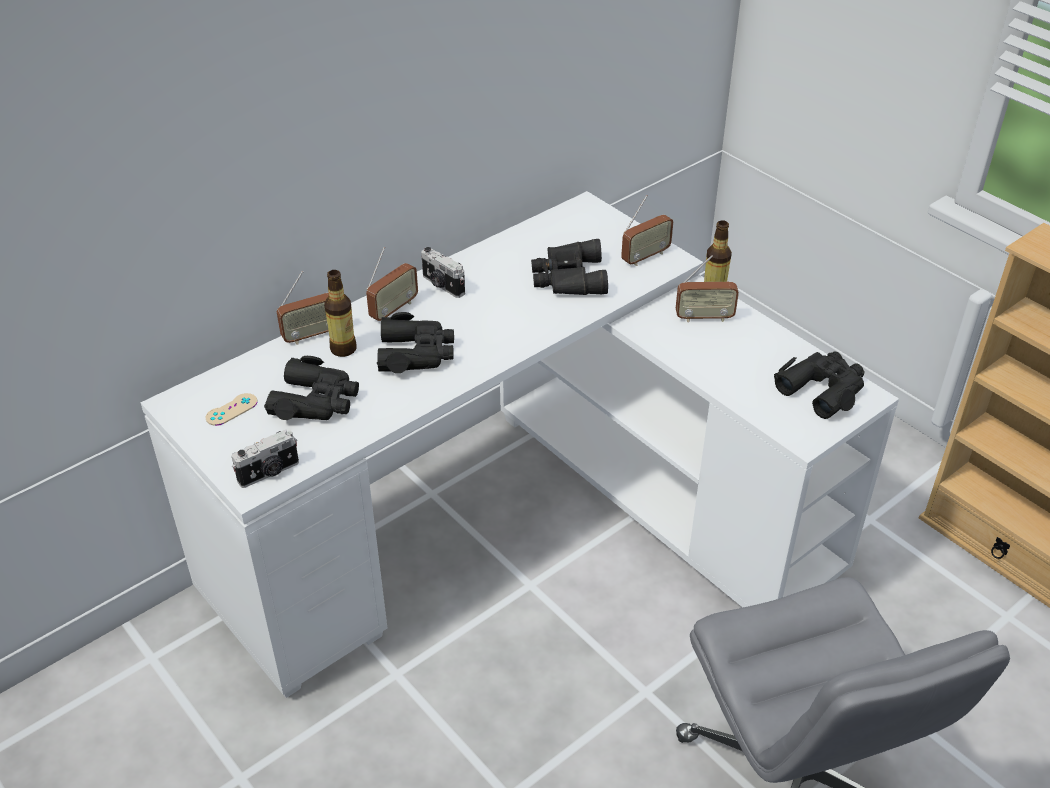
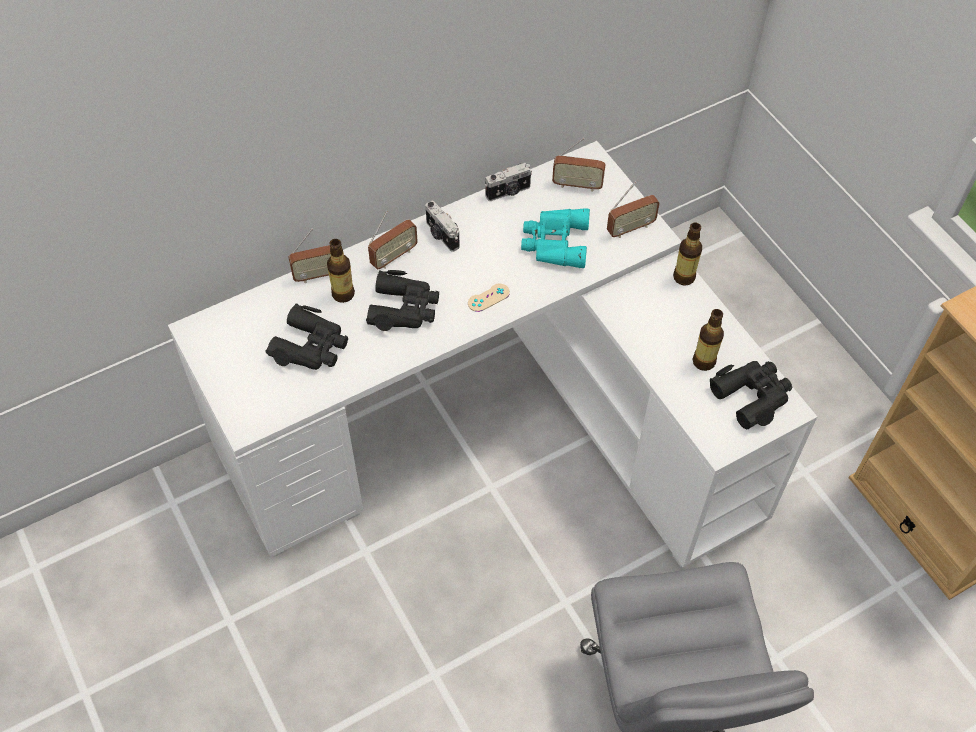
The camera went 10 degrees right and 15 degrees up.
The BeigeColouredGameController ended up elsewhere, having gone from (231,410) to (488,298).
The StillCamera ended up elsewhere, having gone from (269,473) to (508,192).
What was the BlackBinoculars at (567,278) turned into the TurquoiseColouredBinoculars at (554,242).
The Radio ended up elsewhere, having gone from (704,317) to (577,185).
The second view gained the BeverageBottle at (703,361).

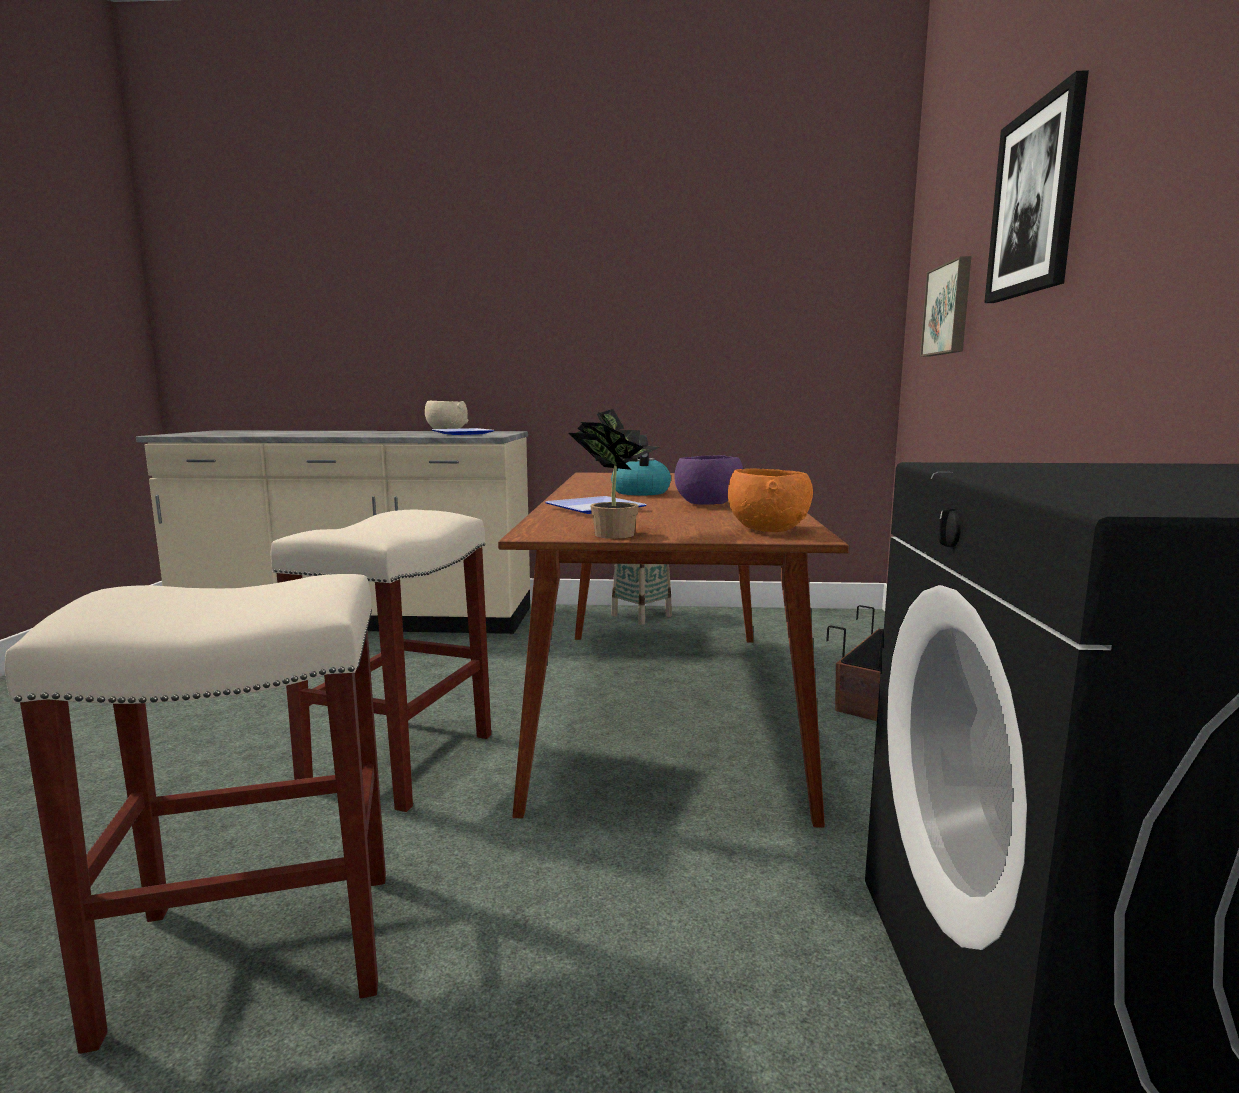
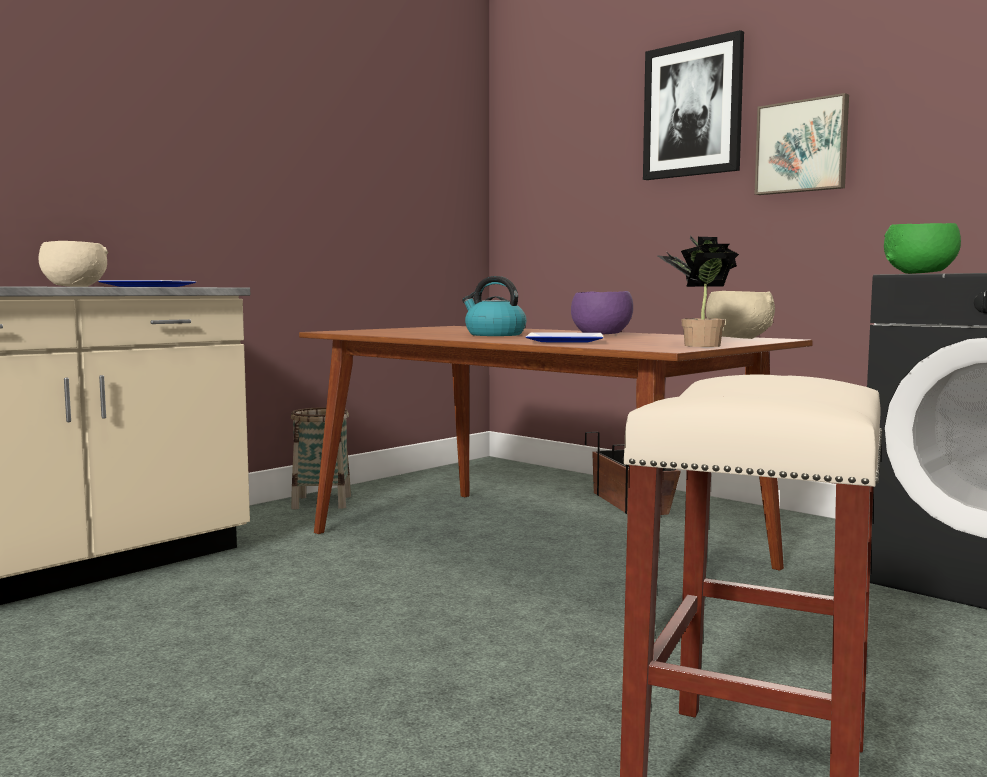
The camera went 50 degrees left and 5 degrees down.
What was the OrangeyBowl at (768,529) turned into the BeigeColouredBowl at (738,339).
The WallPicture ended up elsewhere, having gone from (949,309) to (802,147).
The second view gained the GreenishBowl at (921,273).
The second view lost the BeigeColouredStoolSeat at (401,759).

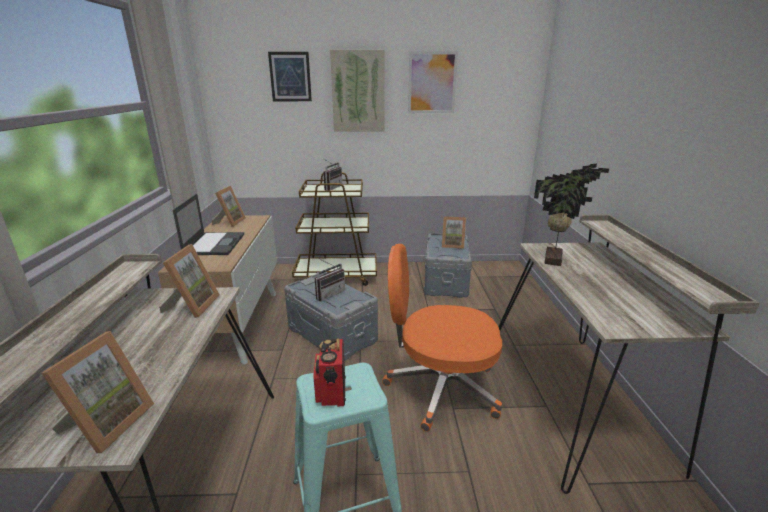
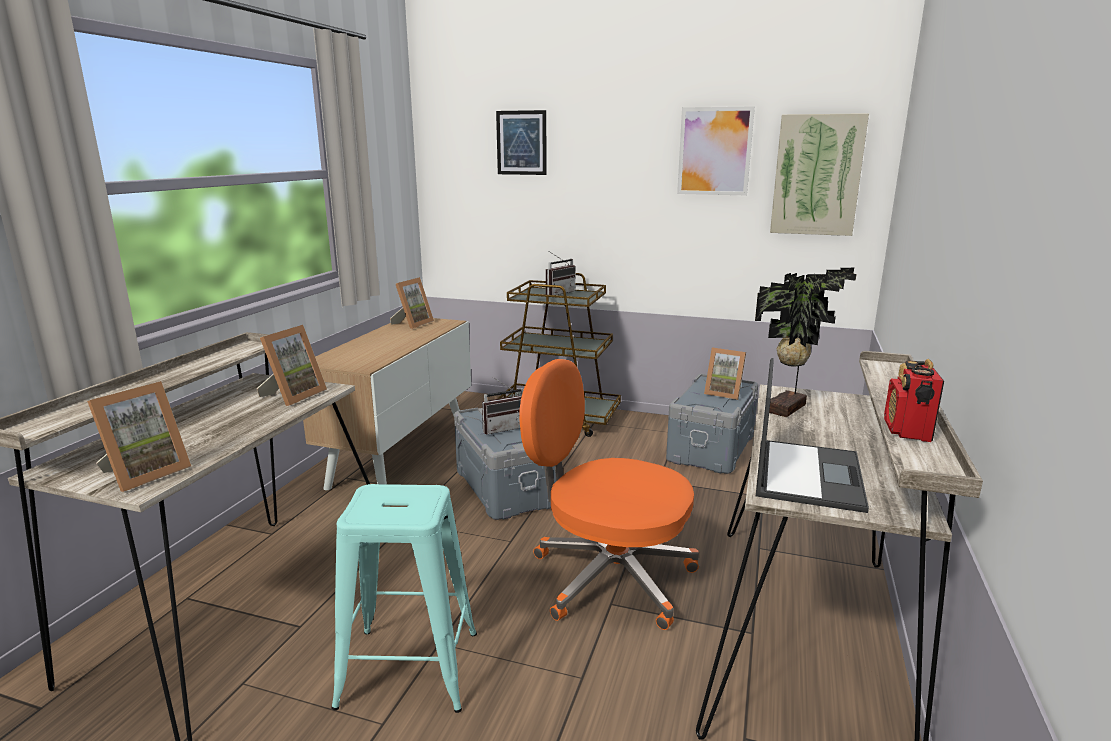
The camera went 20 degrees right and 5 degrees down.
The PortableComputer ended up elsewhere, having gone from (214,244) to (807,474).
The WallPicture ended up elsewhere, having gone from (358,91) to (817,175).
The Radio ended up elsewhere, having gone from (331,393) to (907,431).

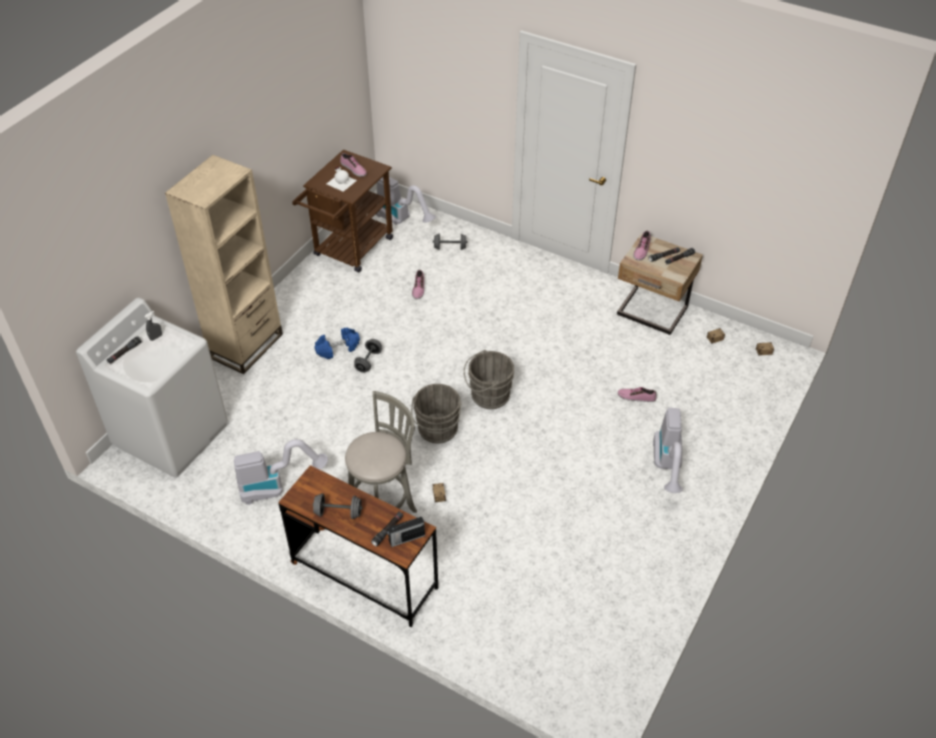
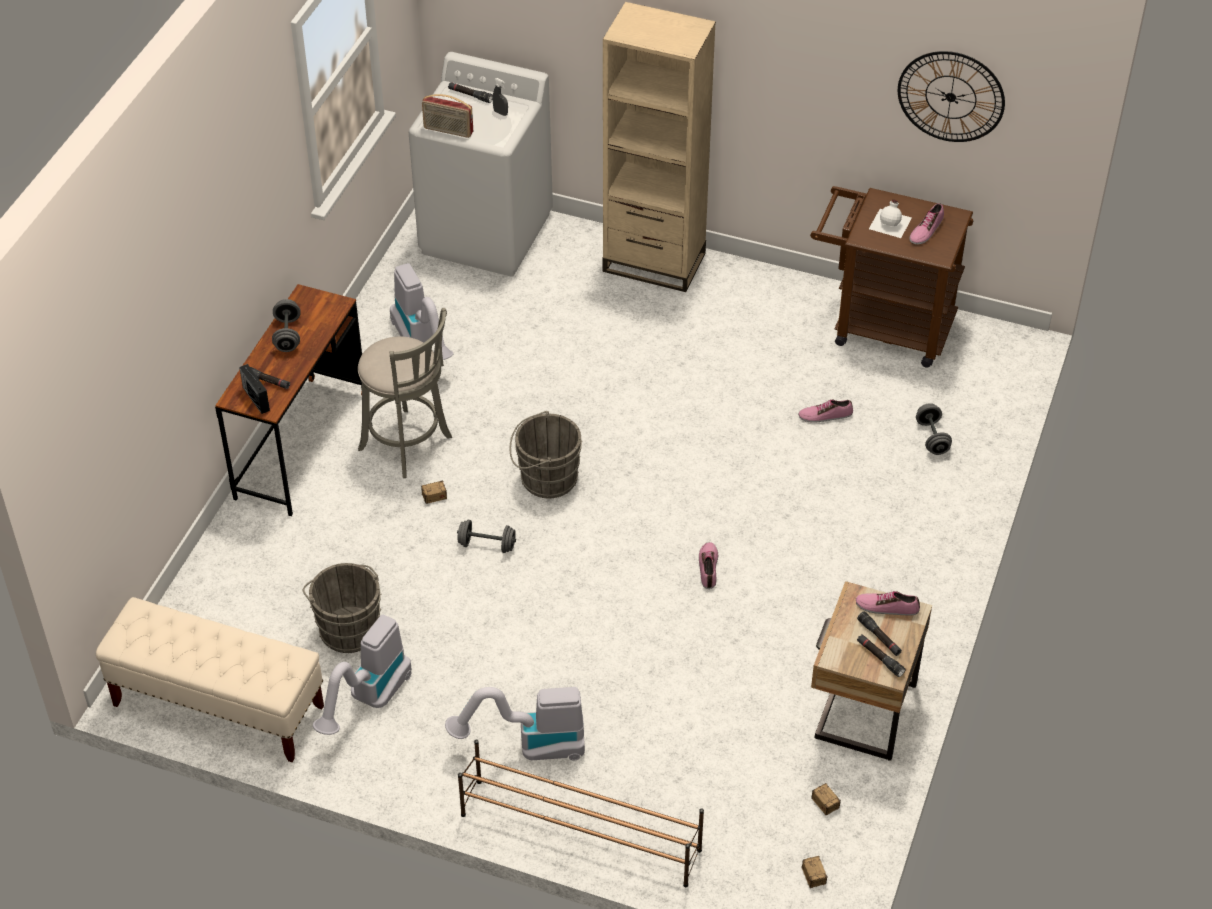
The camera went 80 degrees right and 0 degrees up.
The second view gained the BeigeColouredBench at (218,706).
The GreyishBucket ended up elsewhere, having gone from (488,395) to (348,627).
The Vacuum ended up elsewhere, having gone from (402,220) to (368,701).
The second view gained the Radio at (448,131).
The GreyishDumbbell ended up elsewhere, having gone from (368,361) to (487,545).
The second view gained the BrownShoeRack at (579,831).
The Shoe ended up elsewhere, having gone from (636,397) to (709,567).
The second view gained the HangingClock at (951,96).
The second view lost the BluishDumbbell at (338,349).

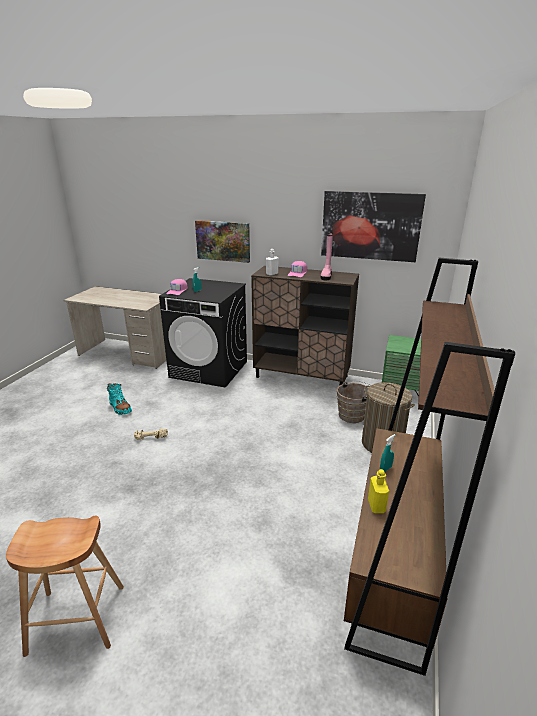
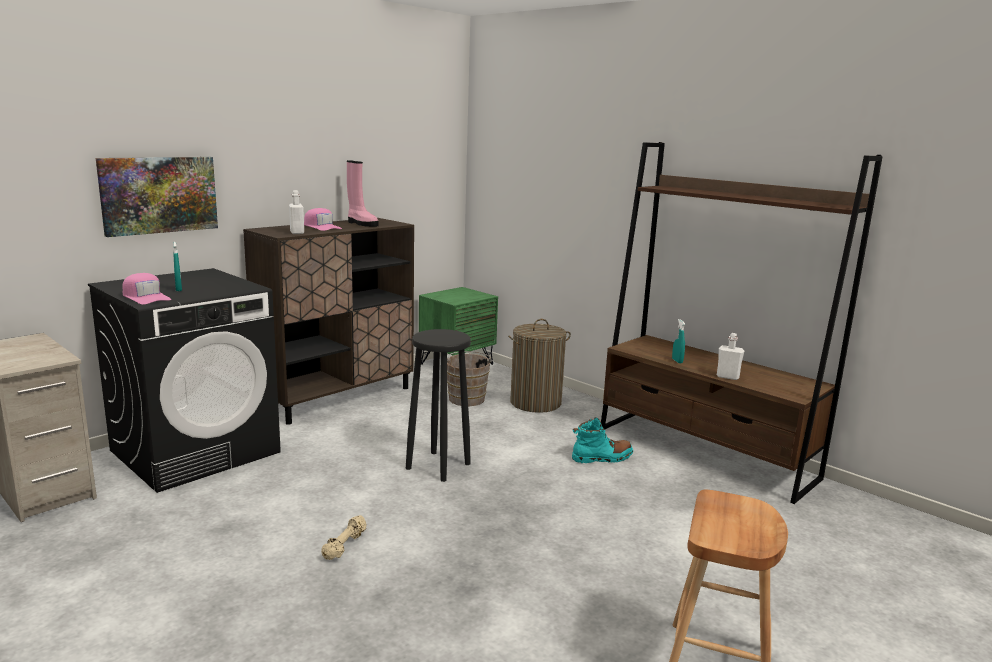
The camera went 65 degrees left and 10 degrees down.
The second view gained the BlackStoolSeat at (439,466).
The TurquoiseColouredTallBoot ended up elsewhere, having gone from (120,408) to (602,458).
What was the YellowColouredBeverageBottle at (376,506) turned into the WhiteBeverageBottle at (727,377).
The second view lost the WallPicture at (370,226).

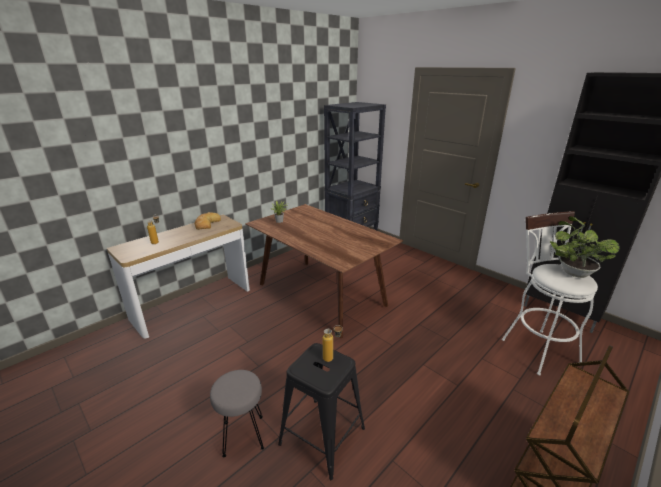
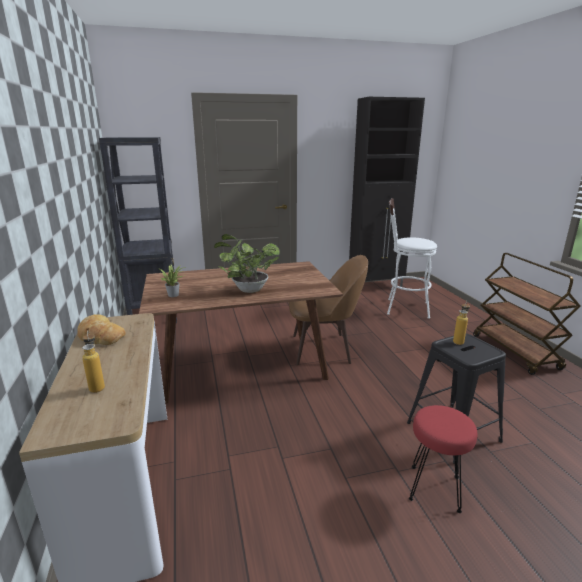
The camera went 60 degrees left and 5 degrees down.
The PottedPlant ended up elsewhere, having gone from (573,272) to (247,290).
The second view gained the BrownUprightChair at (324,349).
What was the GreyishStoolSeat at (242,435) turned into the RedStoolSeat at (434,489).

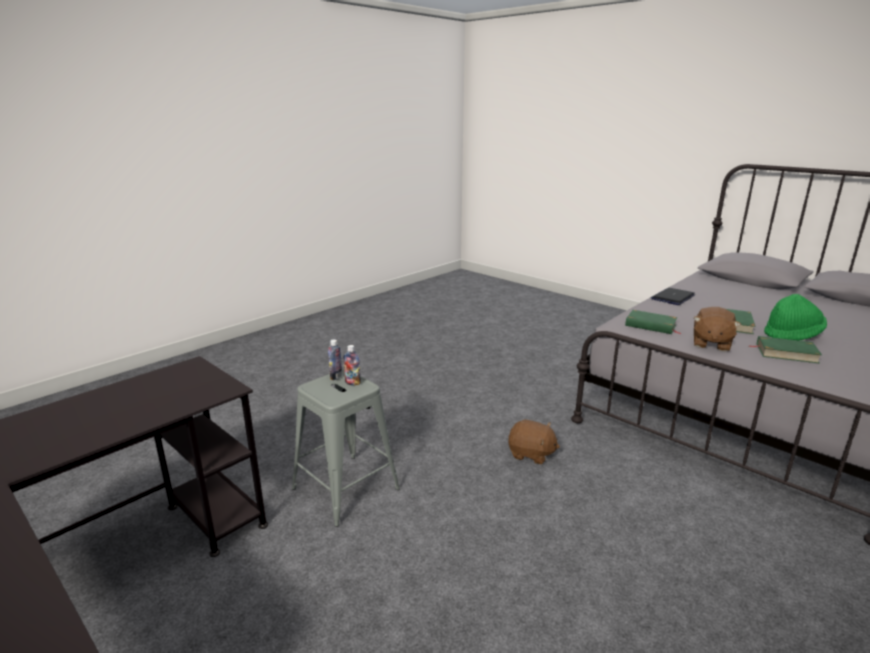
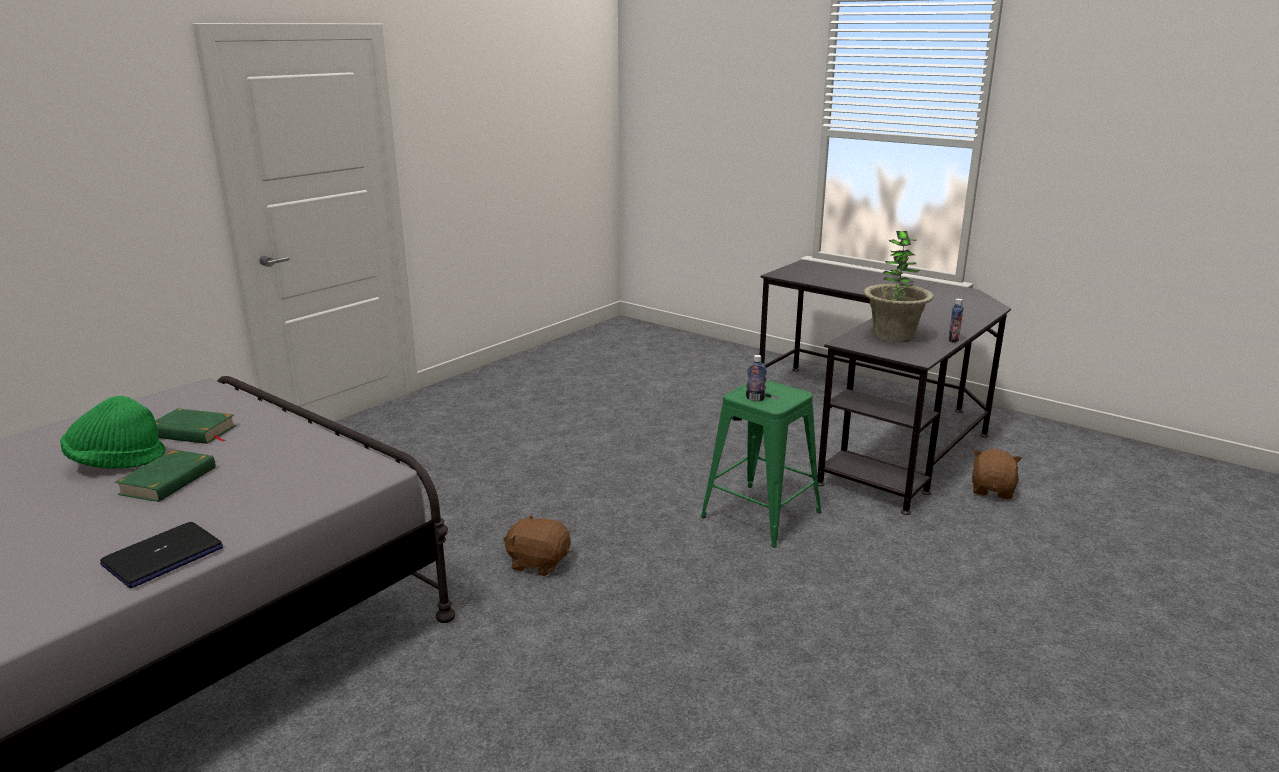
The camera went 175 degrees right and 0 degrees up.
What was the GreyishStoolSeat at (345,489) turned into the GreenishStoolSeat at (761,515).
The second view gained the PottedPlant at (893,336).
The BeverageBottle ended up elsewhere, having gone from (336,377) to (953,340).
The BrownSoftToy ended up elsewhere, having gone from (711,343) to (992,490).
The second view lost the GreenishVolume at (651,325).

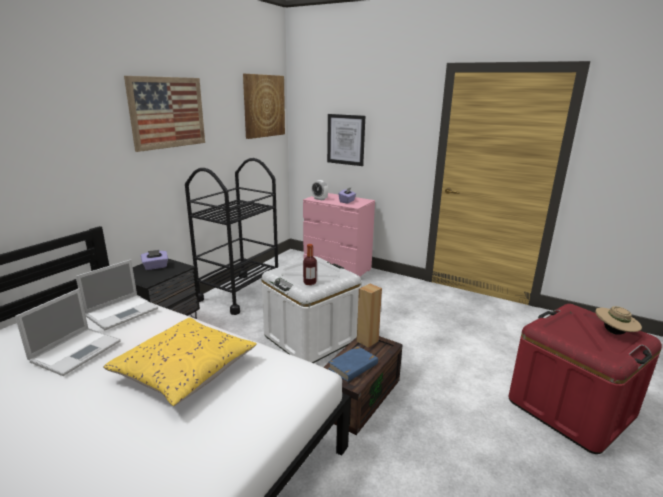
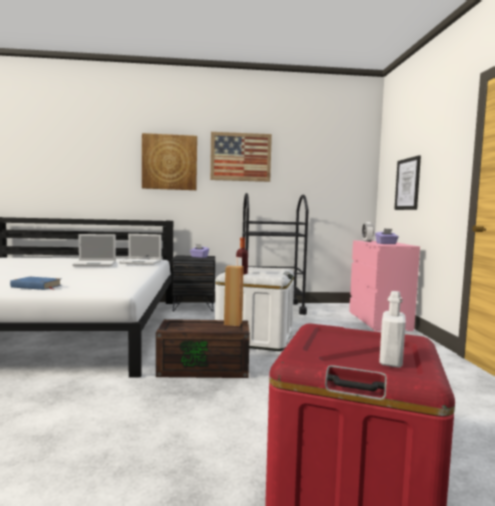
The camera went 55 degrees right and 15 degrees down.
The BluishVolume ended up elsewhere, having gone from (353,366) to (36,286).
The WallPicture ended up elsewhere, having gone from (264,106) to (169,162).
Where the BeigeColouredHat stood at (614,333), the WhiteBeverageBottle came to stand at (391,361).
The second view lost the YellowColouredThrowPillow at (185,371).

